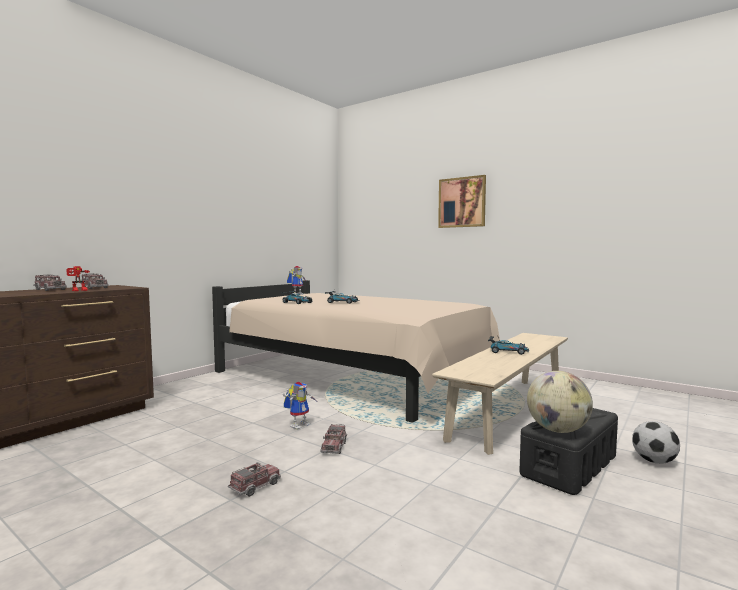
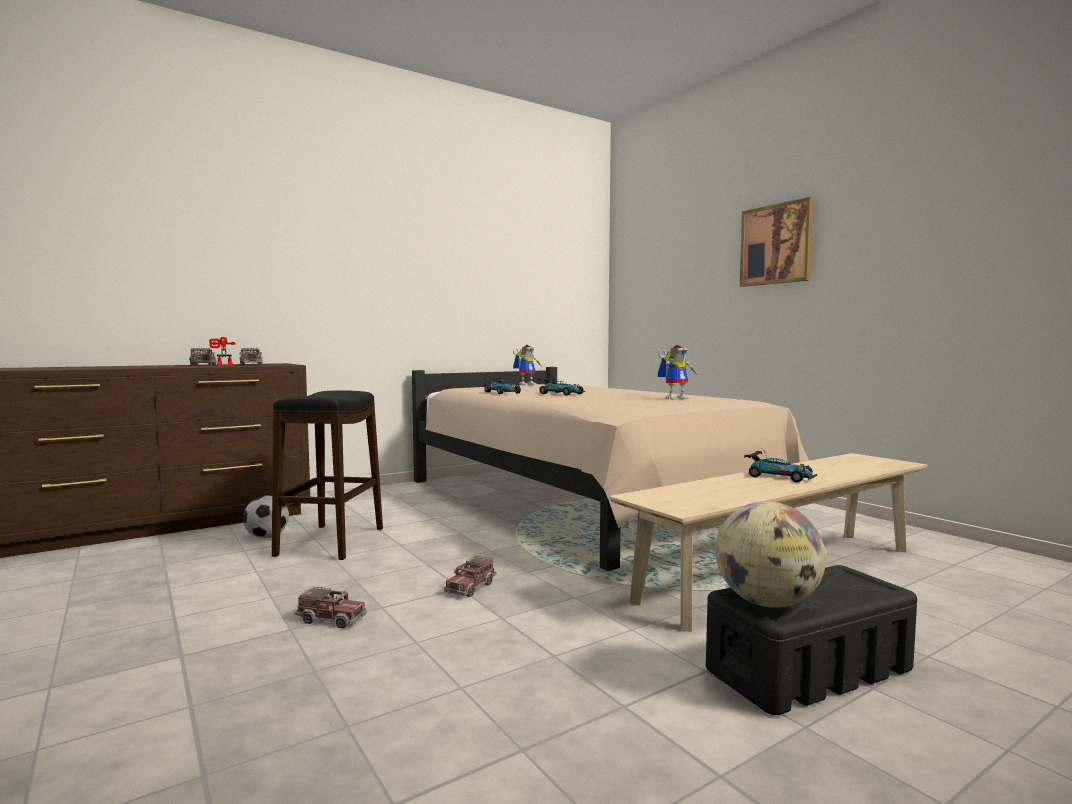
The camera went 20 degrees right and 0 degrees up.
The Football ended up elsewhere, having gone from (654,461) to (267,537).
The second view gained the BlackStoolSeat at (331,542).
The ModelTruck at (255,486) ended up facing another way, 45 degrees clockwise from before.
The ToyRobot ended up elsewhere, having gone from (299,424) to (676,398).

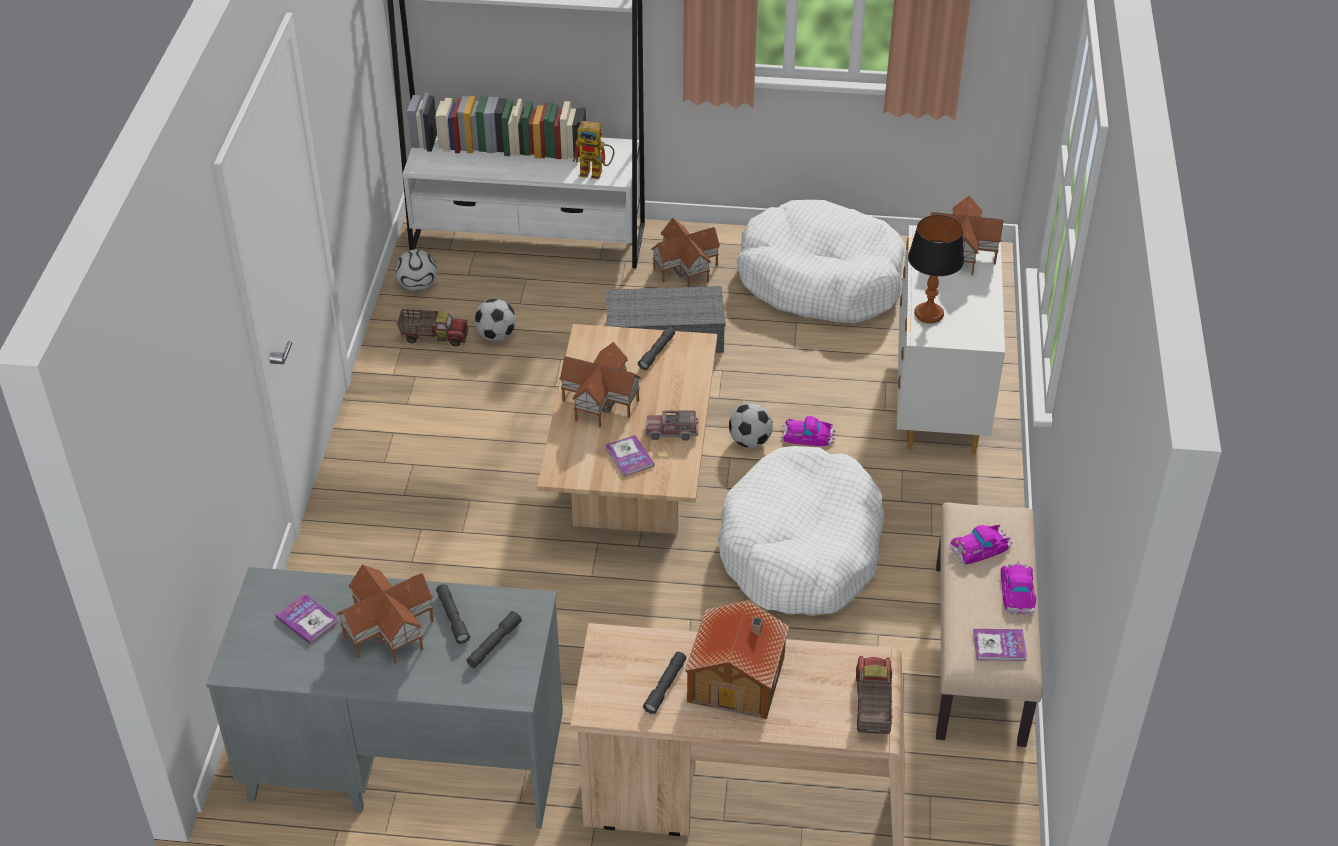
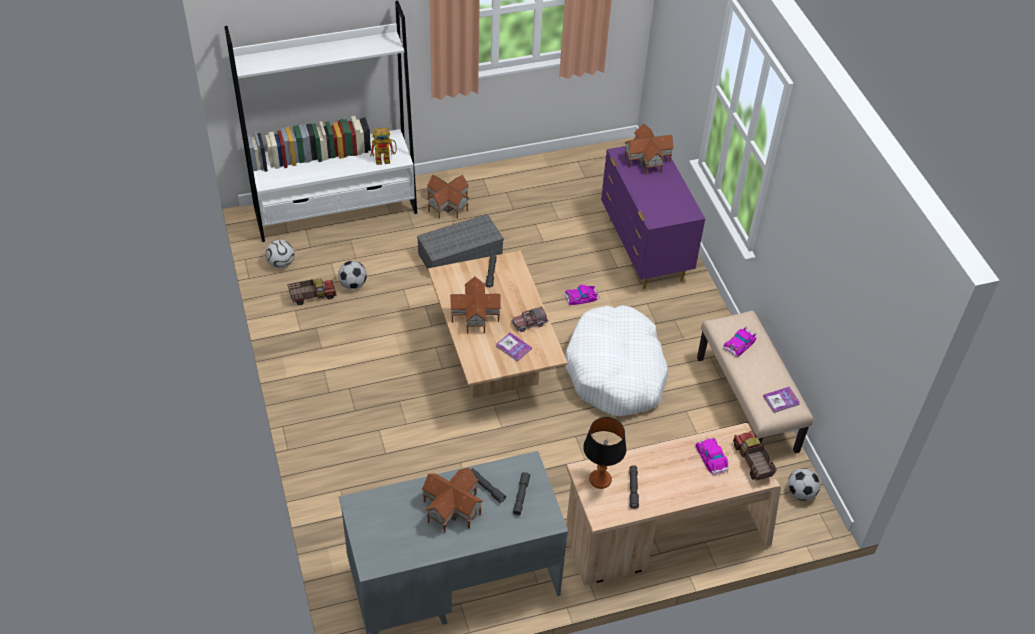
The camera went 25 degrees left and 5 degrees up.
The LampForATable ended up elsewhere, having gone from (929,314) to (600,479).
What was the WhiteChestOfDrawers at (939,398) turned into the PurpleColouredChestOfDrawers at (644,251).
The ModelCar ended up elsewhere, having gone from (1017,592) to (712,457).
The Football ended up elsewhere, having gone from (750,441) to (801,493).
The second view lost the Volume at (307,620).
The second view lost the ToyHouse at (738,678).
The second view lost the WhitePetBed at (820,280).

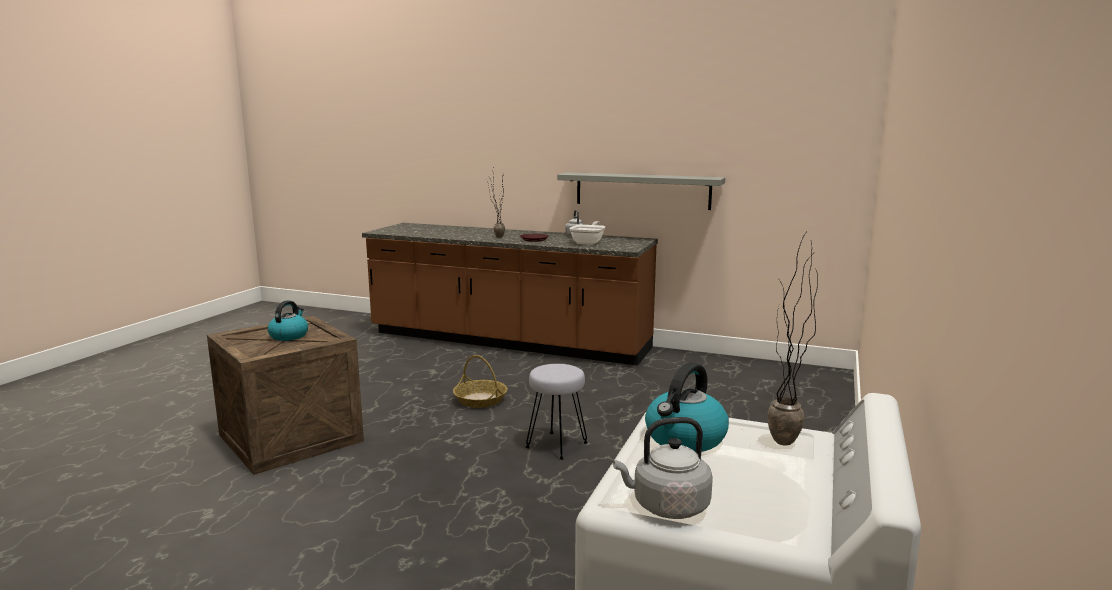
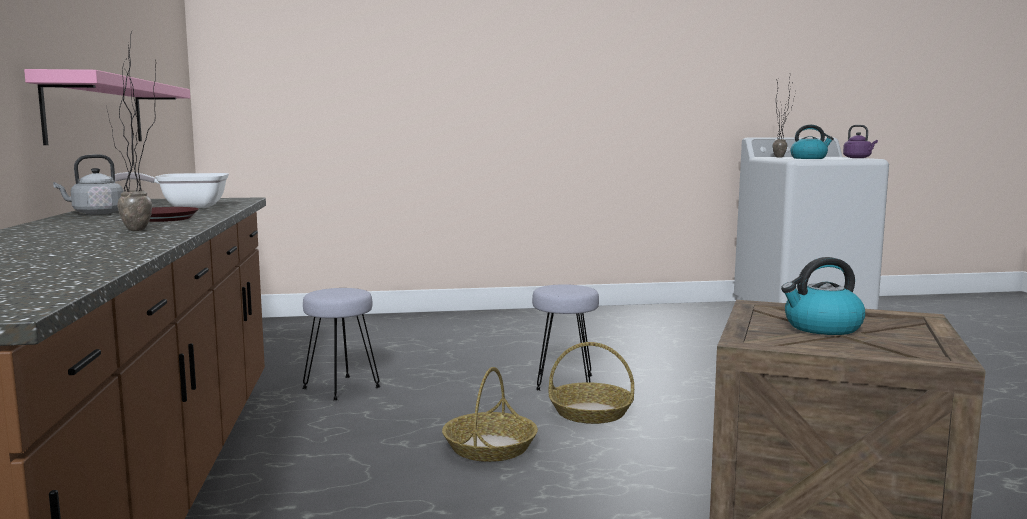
The camera went 120 degrees left and 5 degrees down.
What was the GreyishShelf at (642,190) turned into the PinkColouredShelf at (96,112).
The second view gained the GreyishStoolSeat at (340,388).
The second view gained the HouseholdBasket at (591,412).
What was the GreyishTeaKettle at (666,507) turned into the PurpleColouredTeaKettle at (858,158).

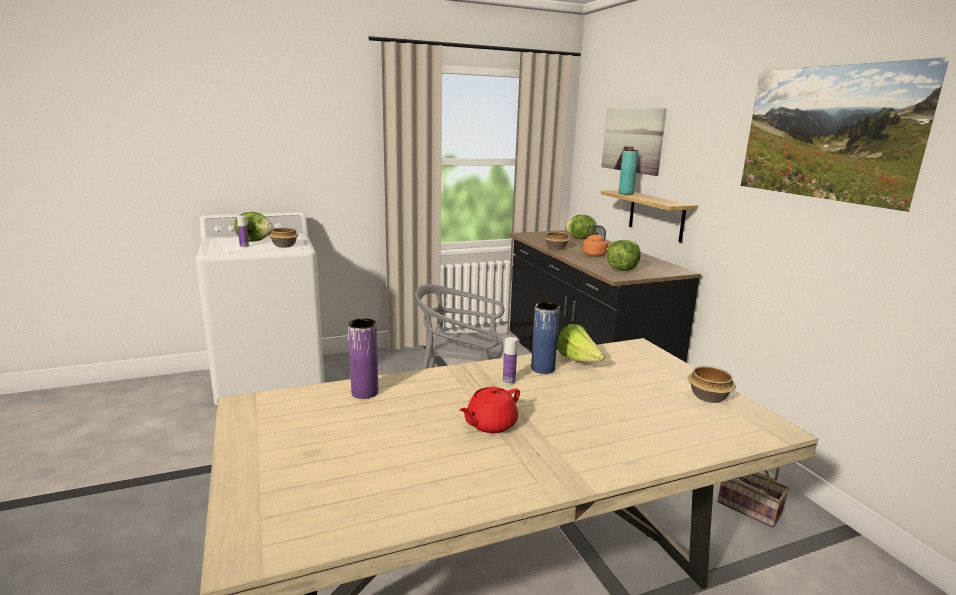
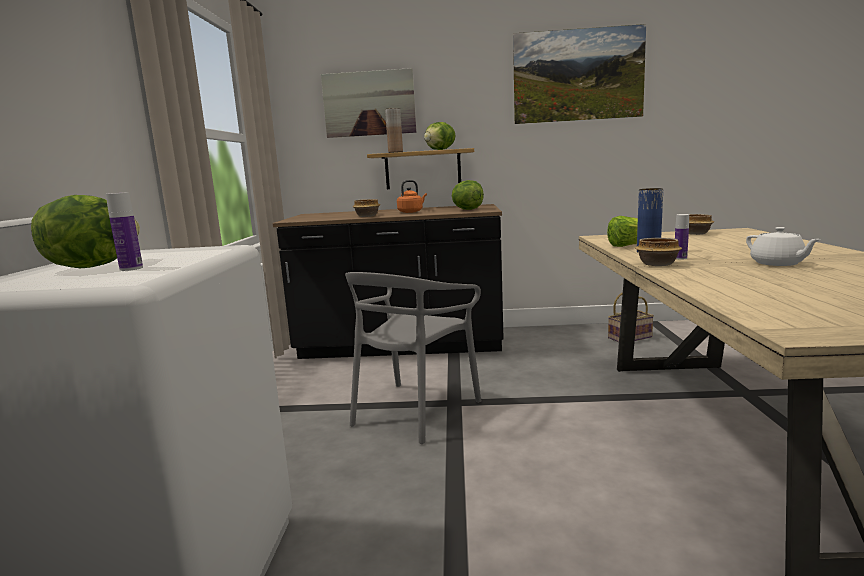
The camera went 65 degrees left and 5 degrees down.
What was the TurquoiseColouredFlowerVase at (626,193) turned into the BrownFlowerVase at (395,152).
The Lettuce ended up elsewhere, having gone from (580,239) to (440,150).
The Bowl ended up elsewhere, having gone from (284,245) to (656,264).
What was the RedTeapot at (490,424) turned into the WhiteTeapot at (777,263).
The second view lost the PurpleColouredFlowerVase at (365,392).

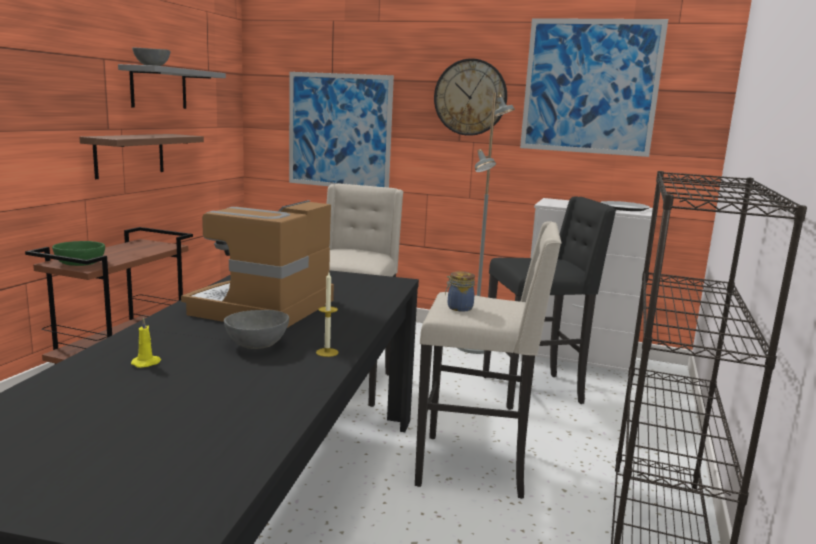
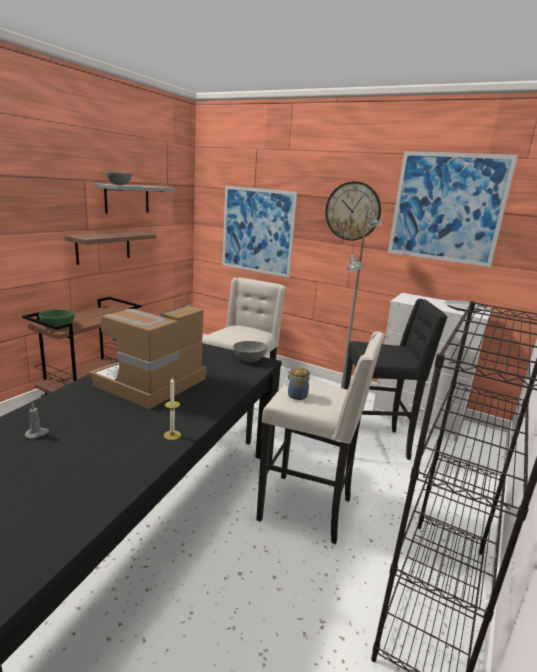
The camera went 10 degrees right and 5 degrees up.
What was the YellowColouredWaxCandle at (147,363) turned into the GreyishWaxCandle at (37,434).
The GreyishBowl ended up elsewhere, having gone from (258,346) to (250,360).

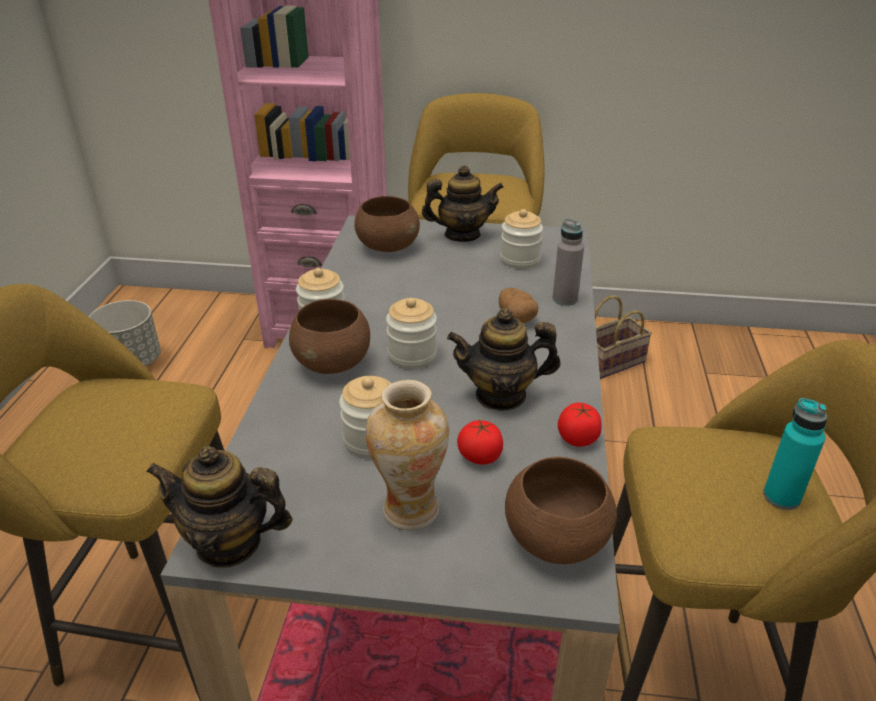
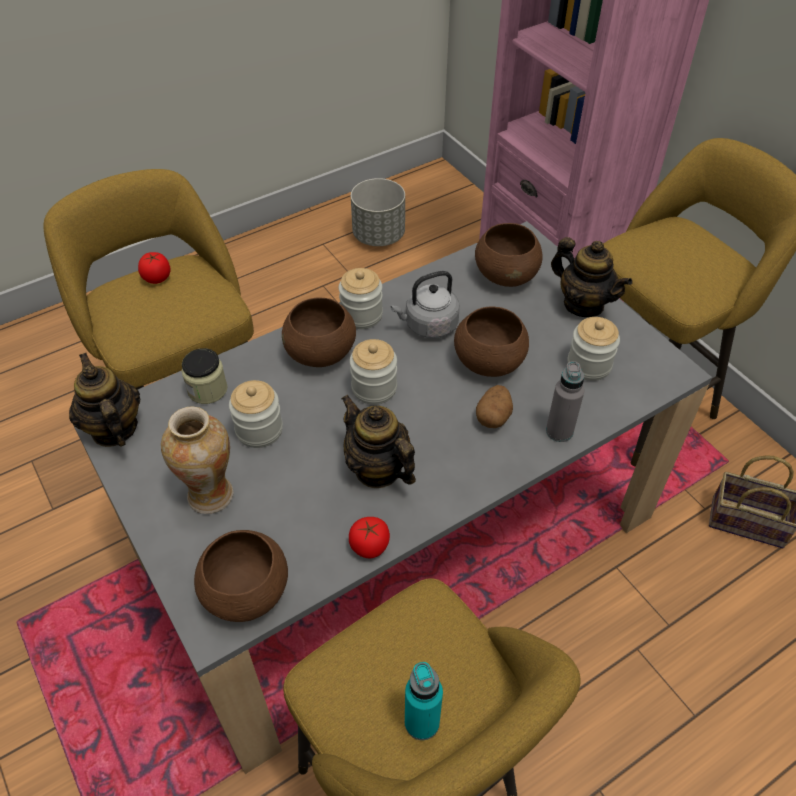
The camera went 50 degrees right and 15 degrees up.
The Tomato ended up elsewhere, having gone from (480,456) to (157,277).
The second view gained the PreserveJar at (207,389).
The second view gained the GreyishTeaKettle at (428,325).
The second view gained the BrownBowl at (488,363).

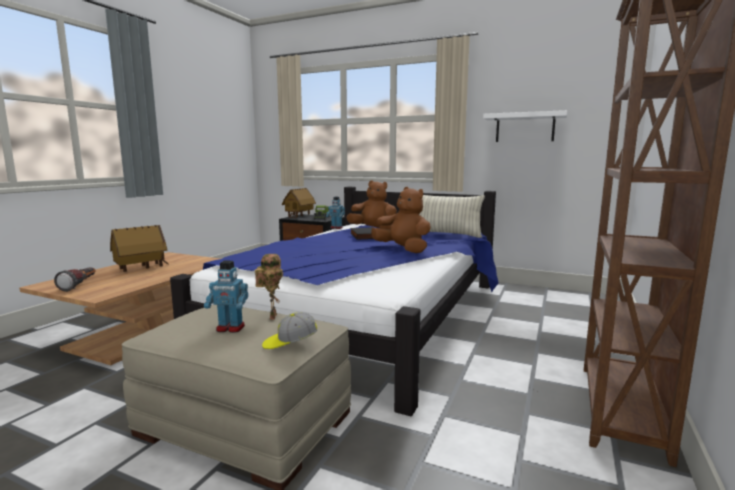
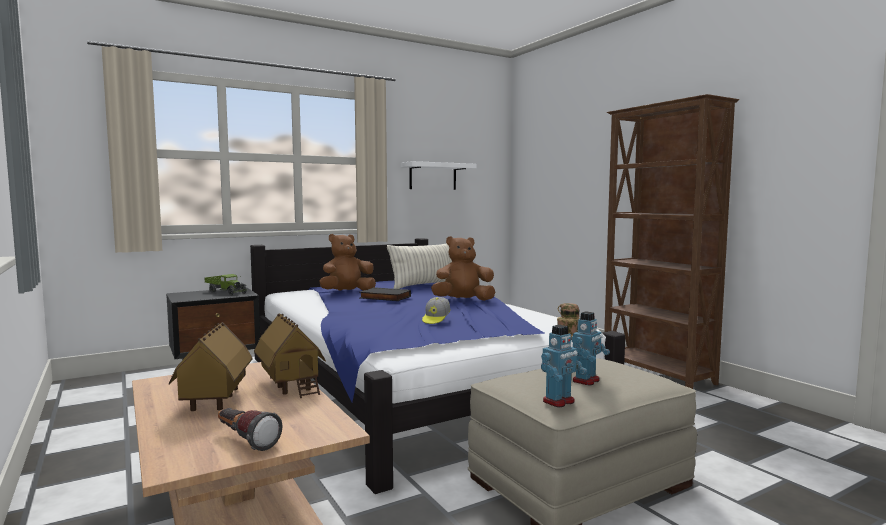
The camera went 55 degrees left and 5 degrees down.
The ToyHouse ended up elsewhere, having gone from (299,216) to (290,385).
The Cap ended up elsewhere, having gone from (290,343) to (436,319).
The ToyRobot ended up elsewhere, having gone from (336,228) to (559,402).

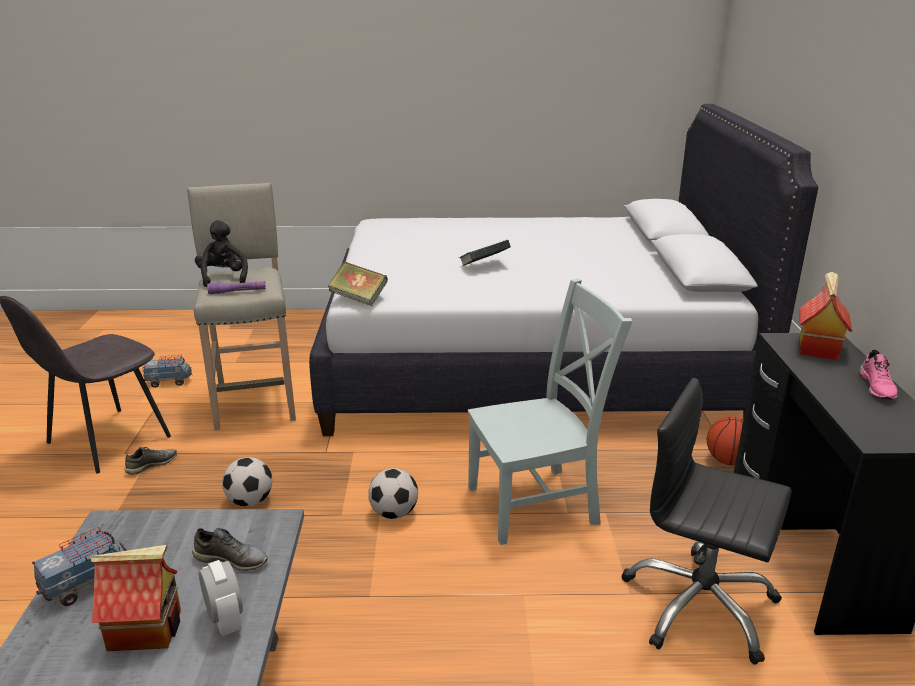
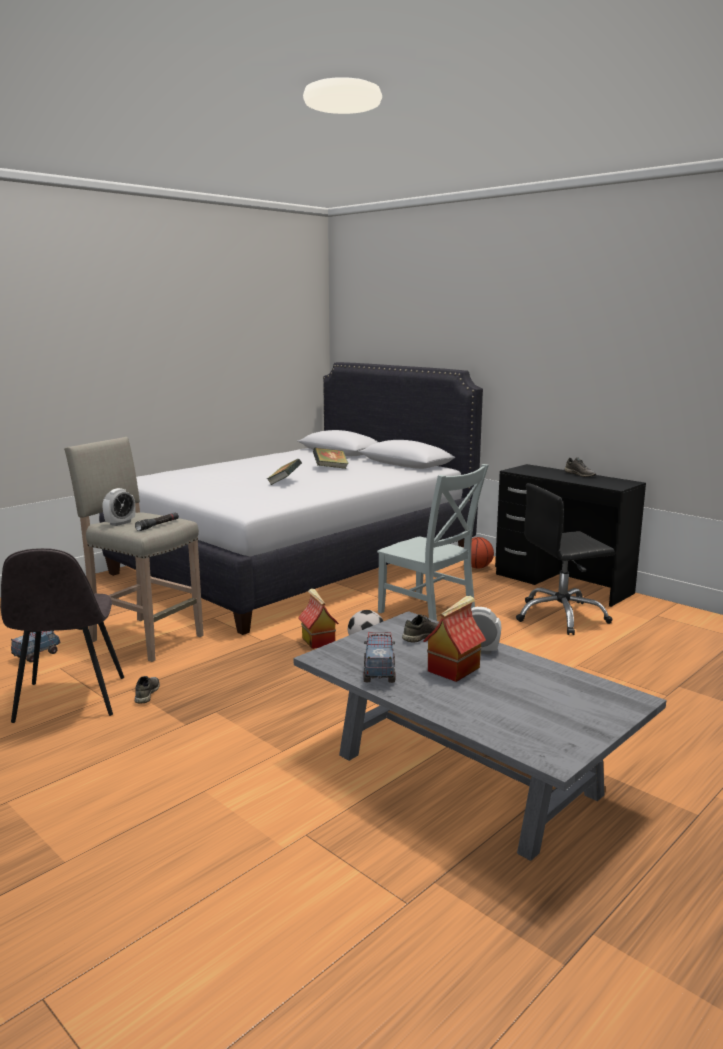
The camera went 45 degrees left and 10 degrees down.
Where the BlackSoftToy stood at (223,278), the TableClock came to stand at (120,523).
What was the PurpleColouredHandTorch at (237,292) turned into the BlackHandTorch at (158,525).
The ToyHouse ended up elsewhere, having gone from (817,348) to (317,641).
The Volume ended up elsewhere, having gone from (358,298) to (330,468).
The GreyishUprightChair at (538,504) ended up facing another way, 105 degrees clockwise from before.
What was the PinkColouredShoe at (877,387) turned into the GreyishShoe at (580,475).
The second view lost the Football at (250,501).

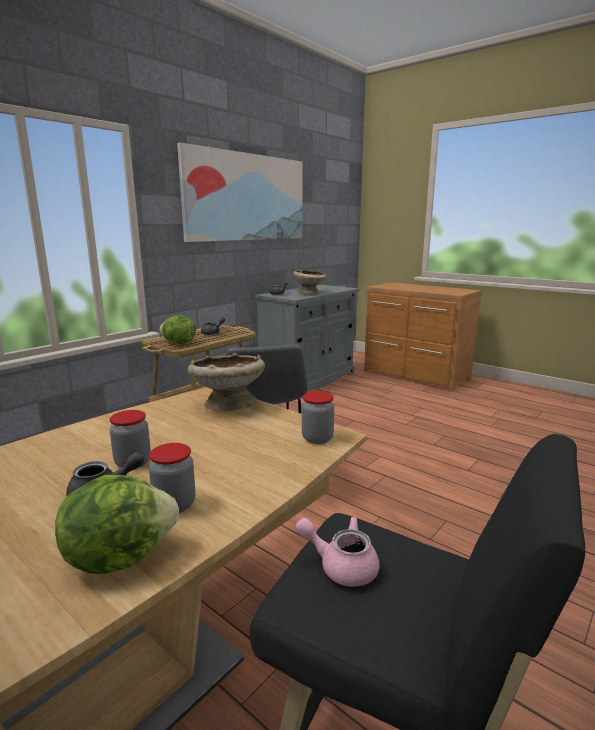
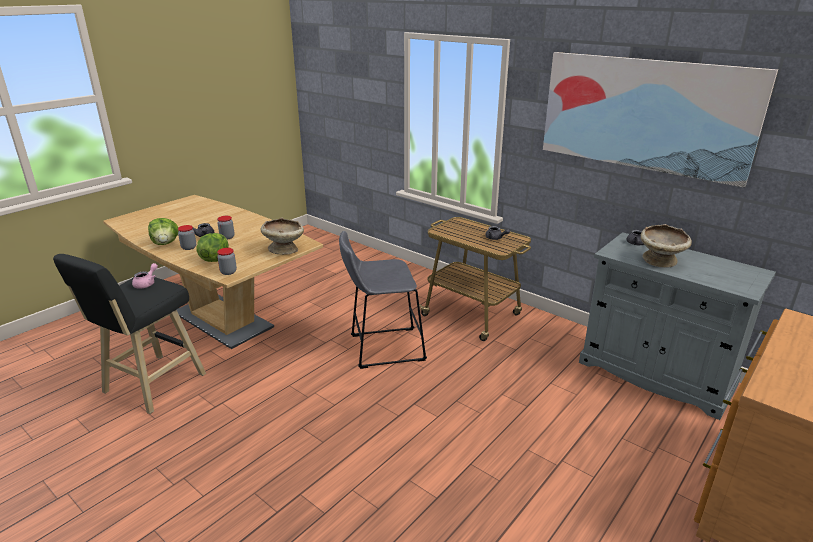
The camera went 90 degrees right and 10 degrees up.
The Lettuce ended up elsewhere, having gone from (178,343) to (215,259).

